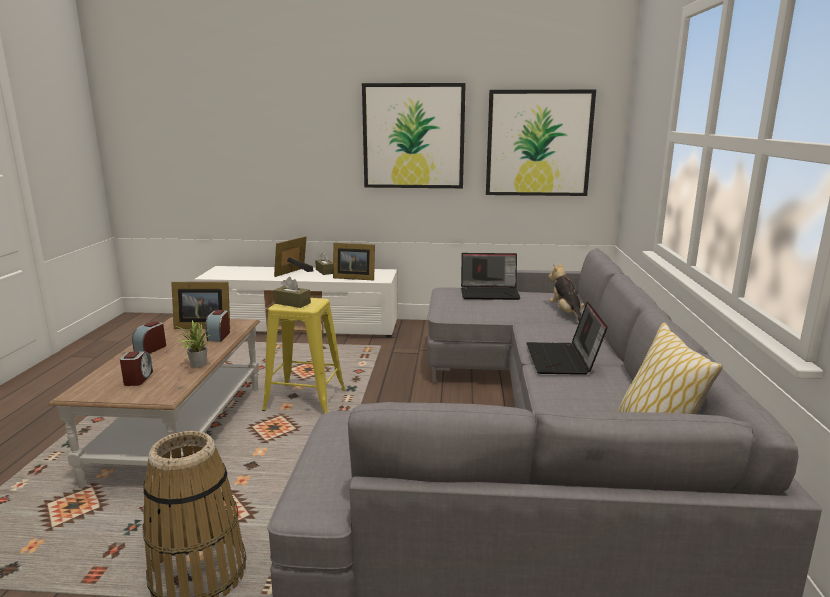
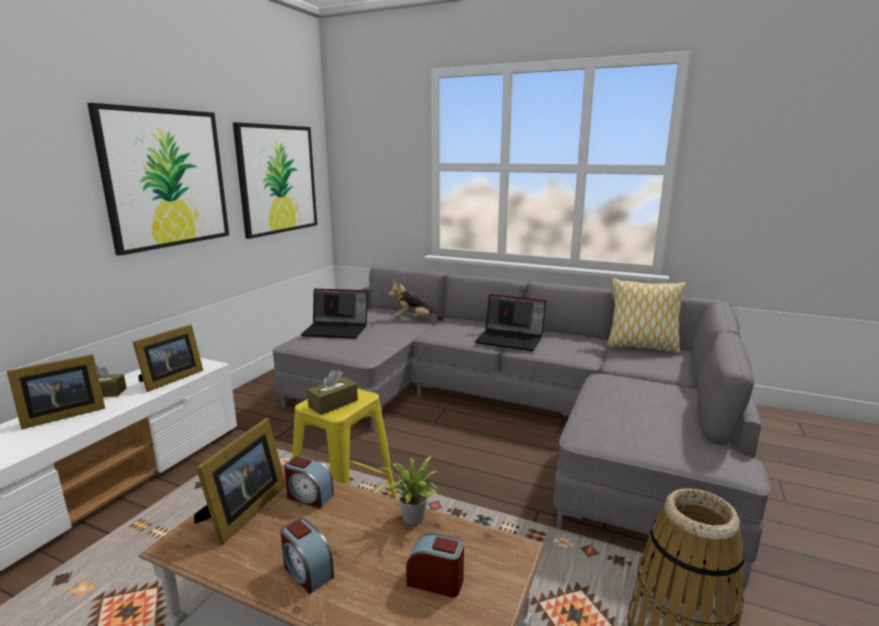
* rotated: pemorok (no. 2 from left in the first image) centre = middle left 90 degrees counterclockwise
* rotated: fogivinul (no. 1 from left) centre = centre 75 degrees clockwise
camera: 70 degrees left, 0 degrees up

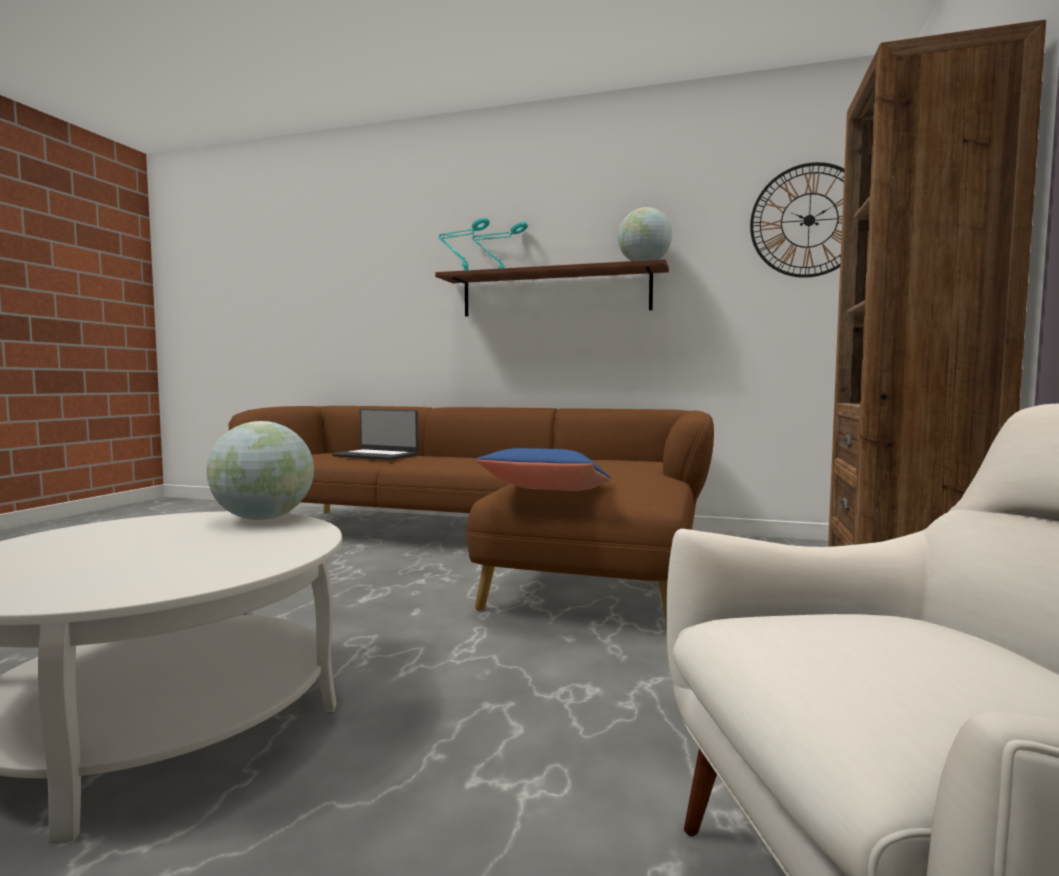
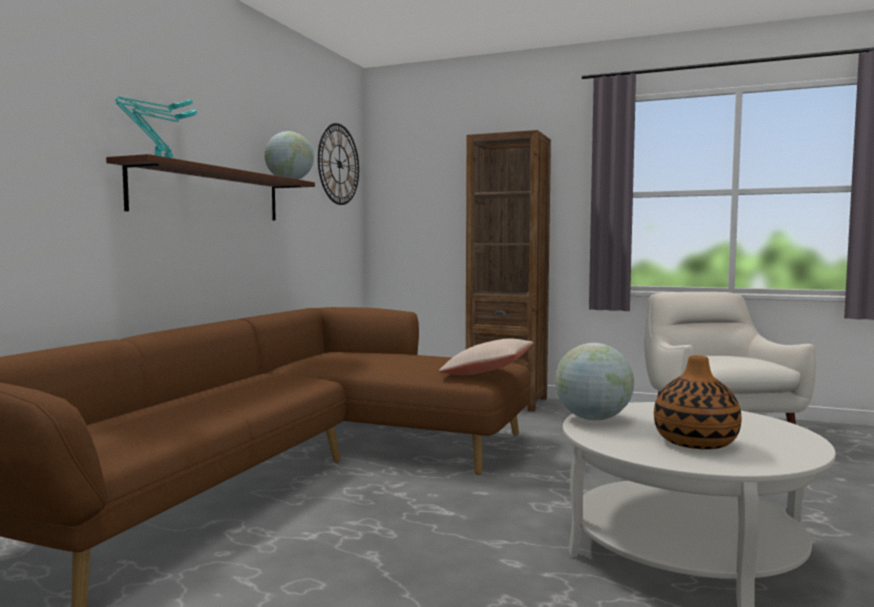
* gone: fogivinul centre
* repainted: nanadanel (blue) centre to nanadanel (beige) centre
* new: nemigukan middle right
camera: 85 degrees left, 0 degrees up

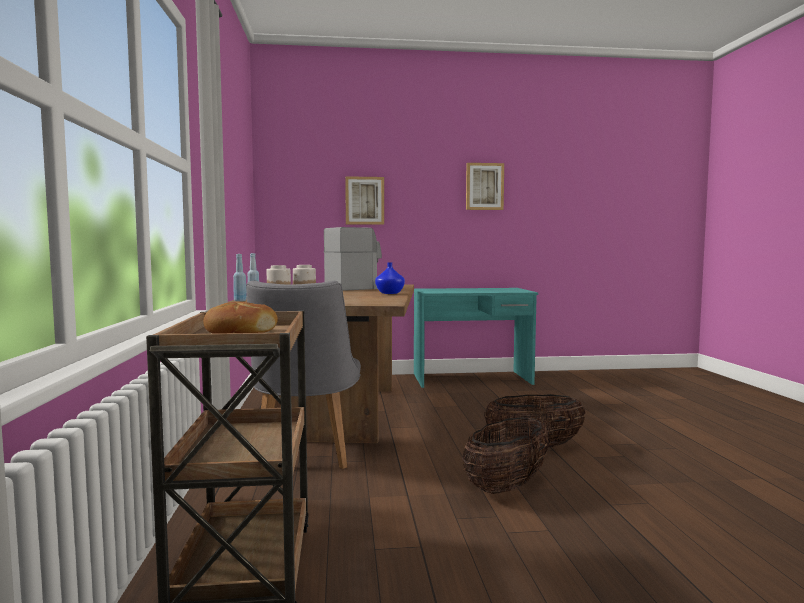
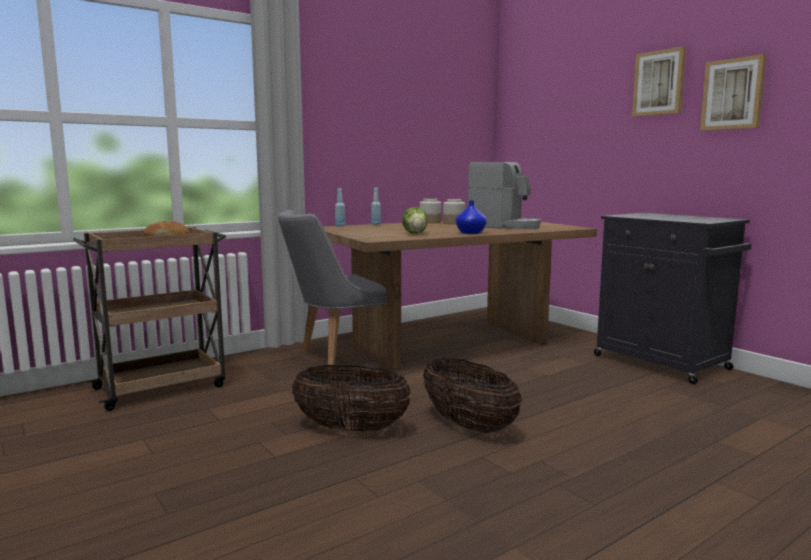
* shifted: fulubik (no. 1 from left) top centre to top right
* swapped: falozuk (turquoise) centre to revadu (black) middle right
* new: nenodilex centre
camera: 60 degrees right, 5 degrees up

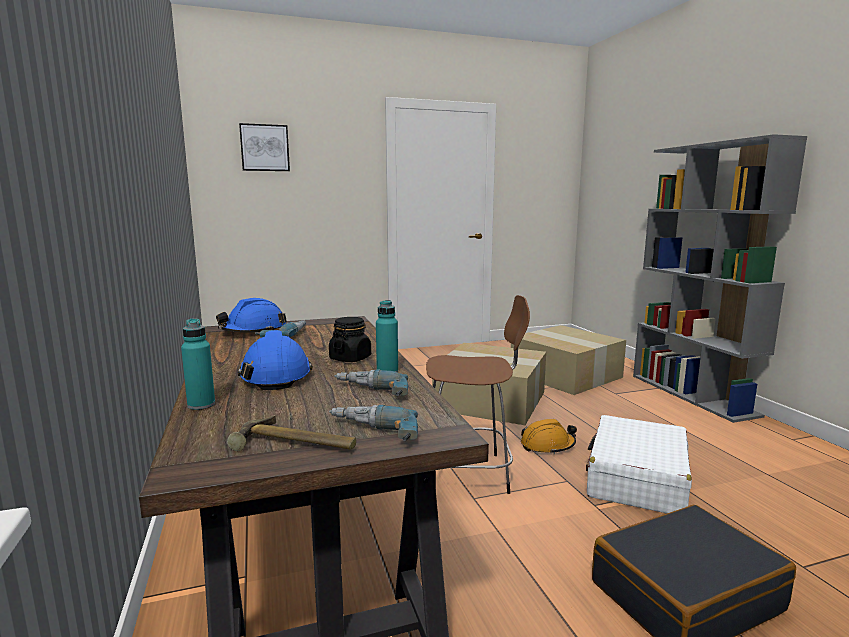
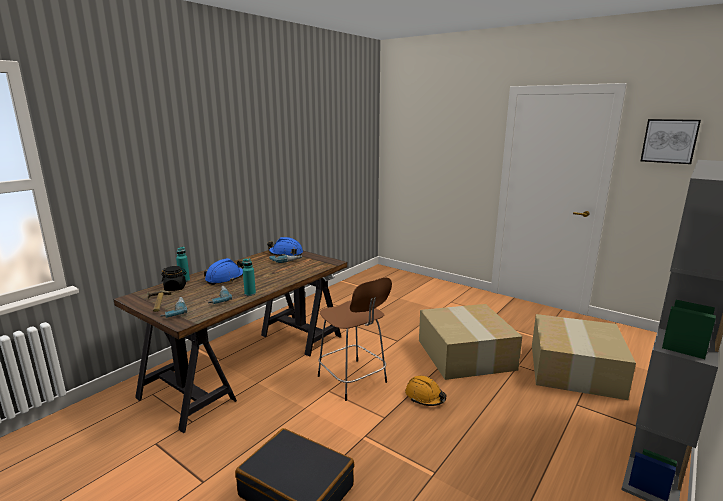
* shifted: fulubik top left to top right
* shifted: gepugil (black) centre to middle left
* gone: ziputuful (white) bottom right
camera: 55 degrees right, 5 degrees up

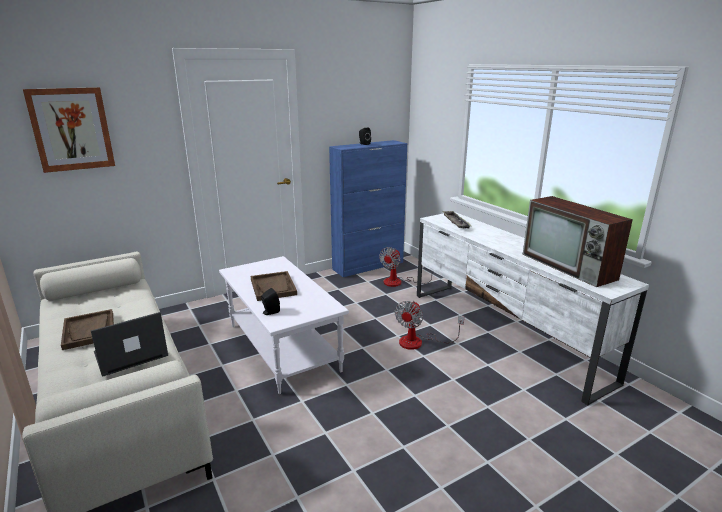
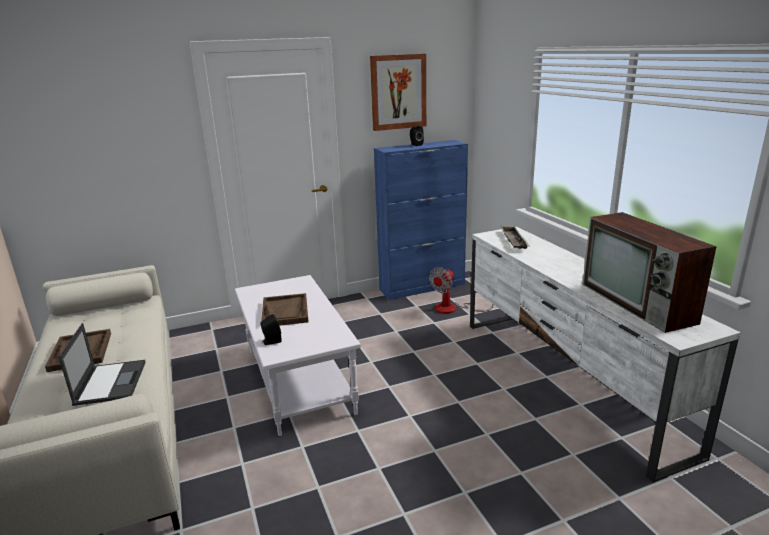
* shifted: fulubik top left to top centre
* rotated: fogivinul bottom left = bottom left 105 degrees clockwise
* gone: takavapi (no. 2 from left) centre
camera: 10 degrees right, 0 degrees up

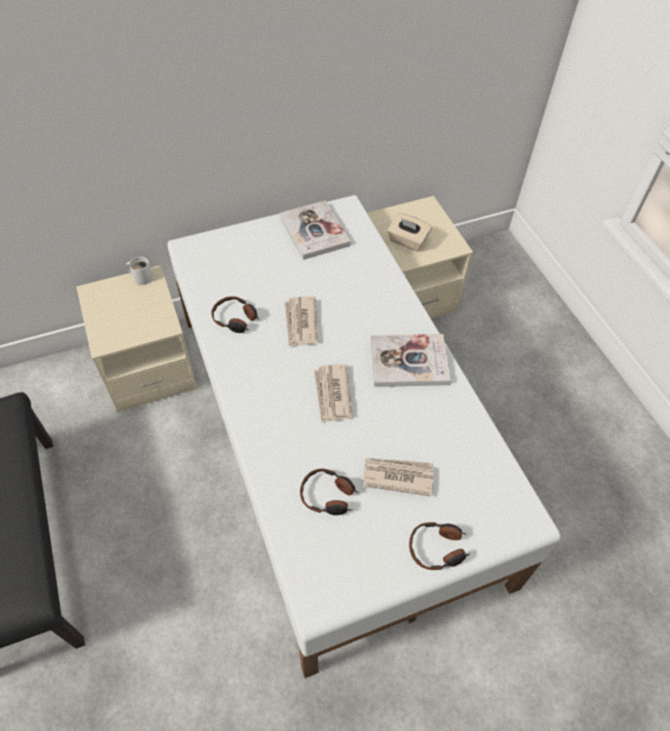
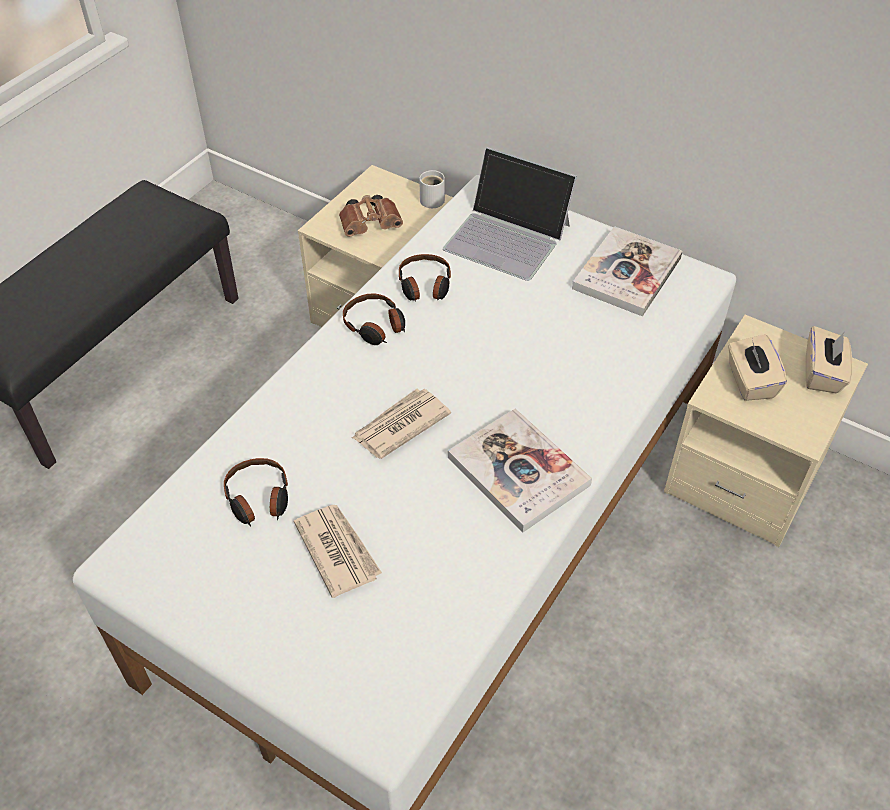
* gone: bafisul (no. 1 from left) centre
* shifted: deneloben (no. 3 from left in the first image) bottom centre to deneloben (no. 2 from left) centre
* new: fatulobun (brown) top centre
* new: fogivinul top centre
* new: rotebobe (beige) (no. 2 from left) middle right
camera: 55 degrees right, 5 degrees down

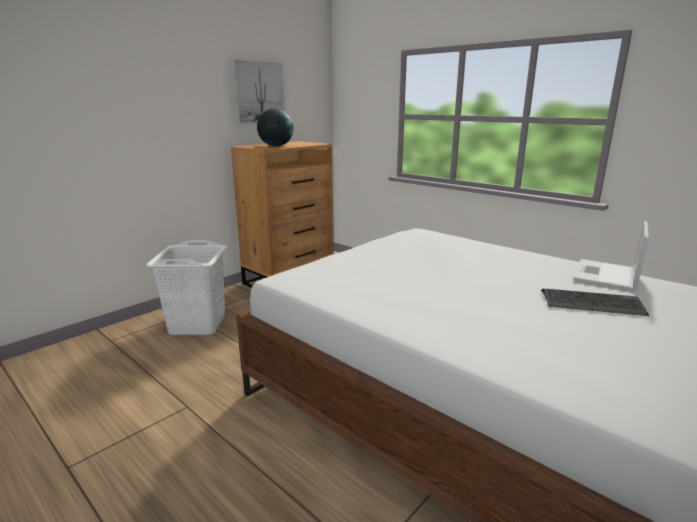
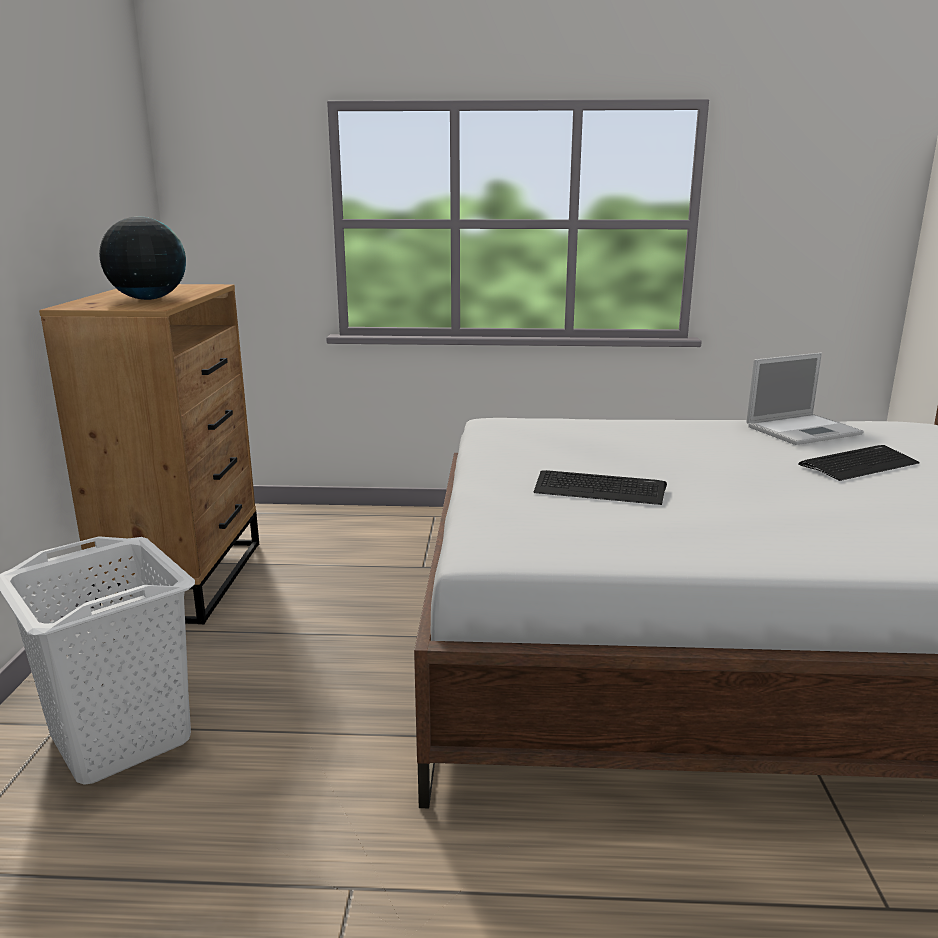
* gone: fulubik top centre
* rotated: fogivinul middle right = middle right 105 degrees counterclockwise
* new: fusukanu (no. 1 from left) centre
camera: 40 degrees left, 0 degrees up

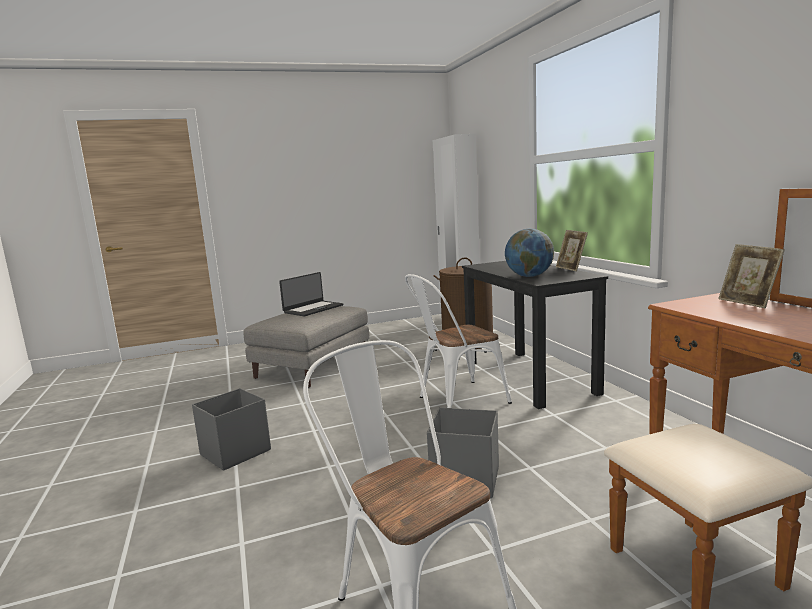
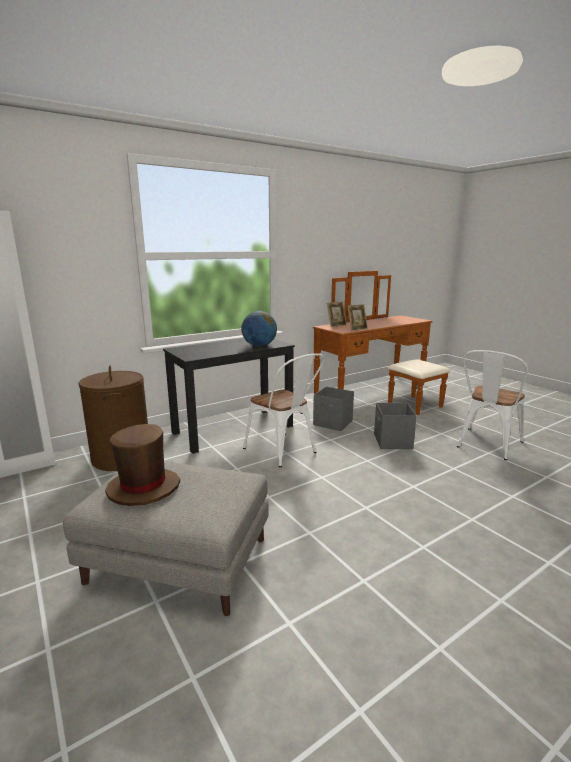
* shifted: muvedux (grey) (no. 1 from left) bottom left to centre
* swapped: fogivinul centre to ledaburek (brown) middle left
* shifted: pemorok (no. 1 from left in the first image) middle right to pemorok (no. 2 from left) centre
camera: 105 degrees left, 5 degrees up

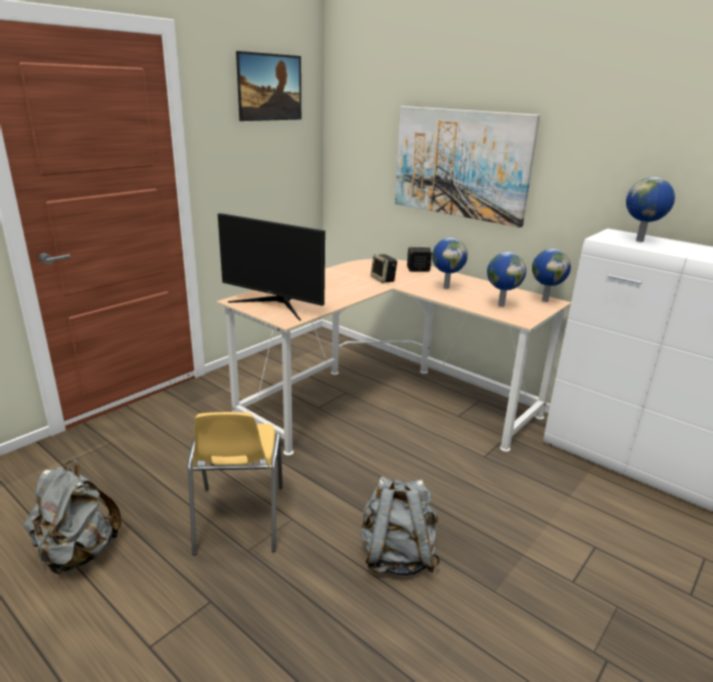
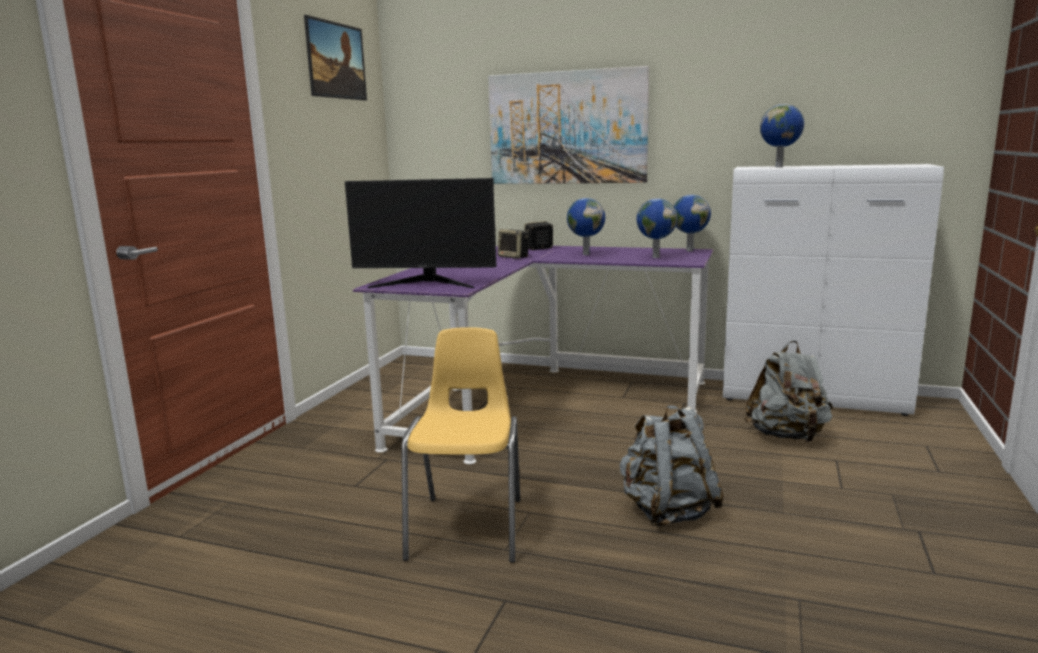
* shifted: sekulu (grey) (no. 1 from left in the first image) bottom left to sekulu (grey) (no. 2 from left) middle right
* rotated: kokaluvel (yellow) bottom left = bottom centre 150 degrees counterclockwise
* repainted: falozuk (beige) centre to falozuk (purple) centre
camera: 20 degrees left, 10 degrees down

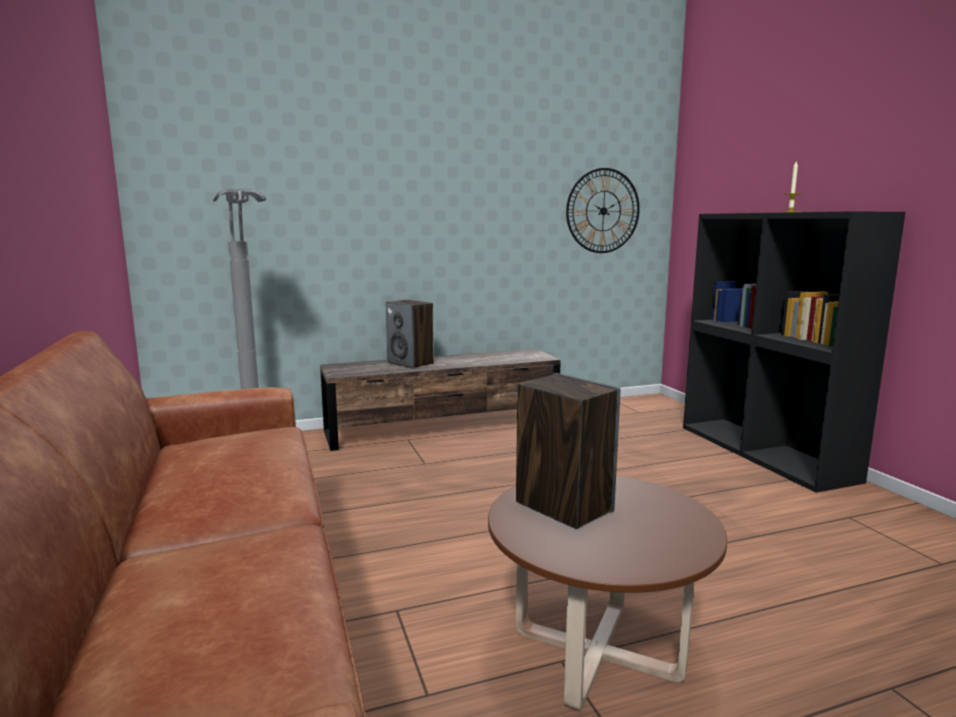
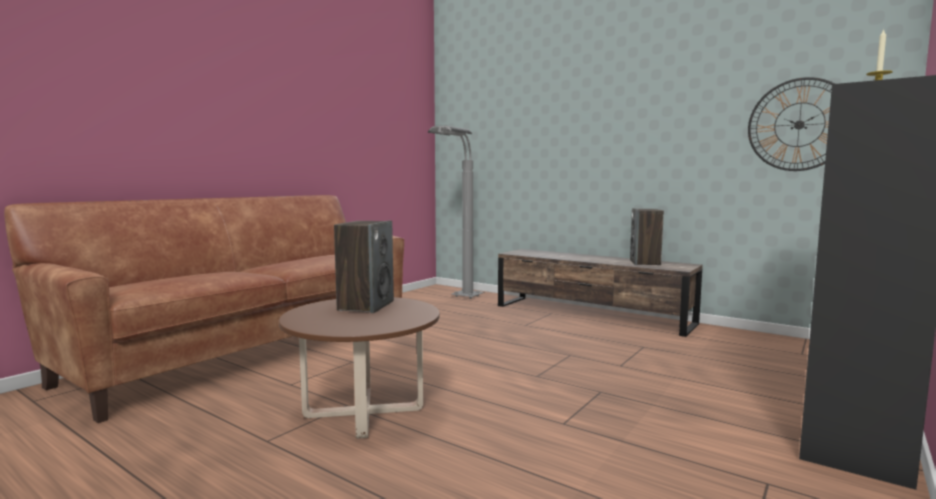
* shifted: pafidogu (no. 1 from left in the first image) centre to pafidogu (no. 2 from left) middle right
camera: 55 degrees right, 5 degrees down

